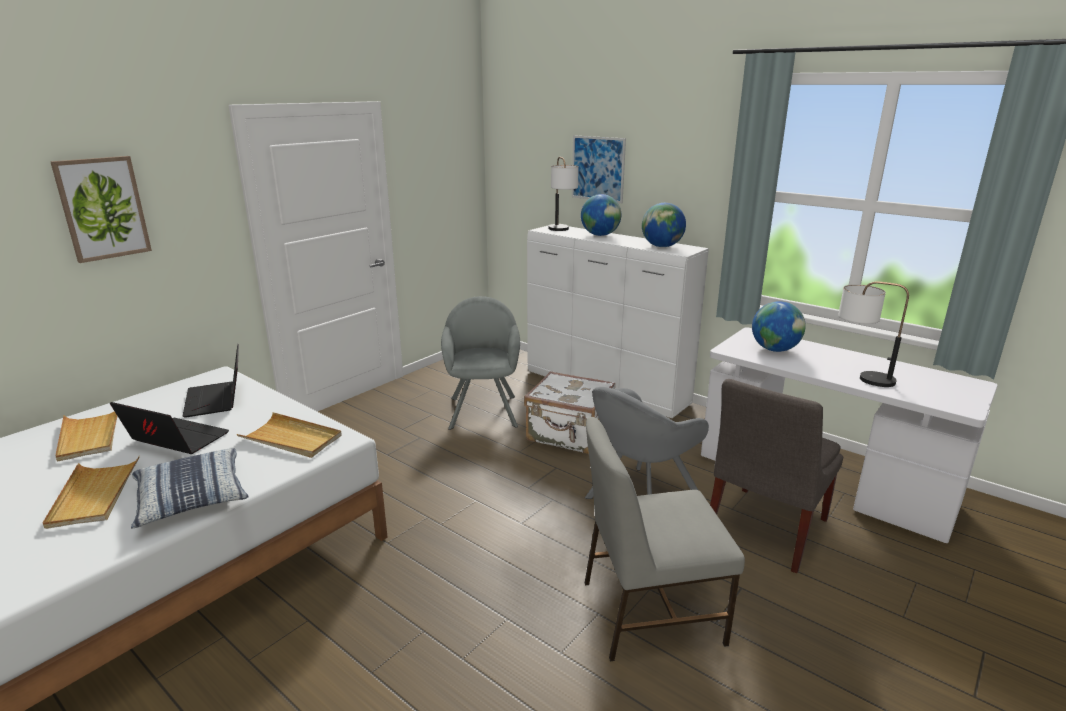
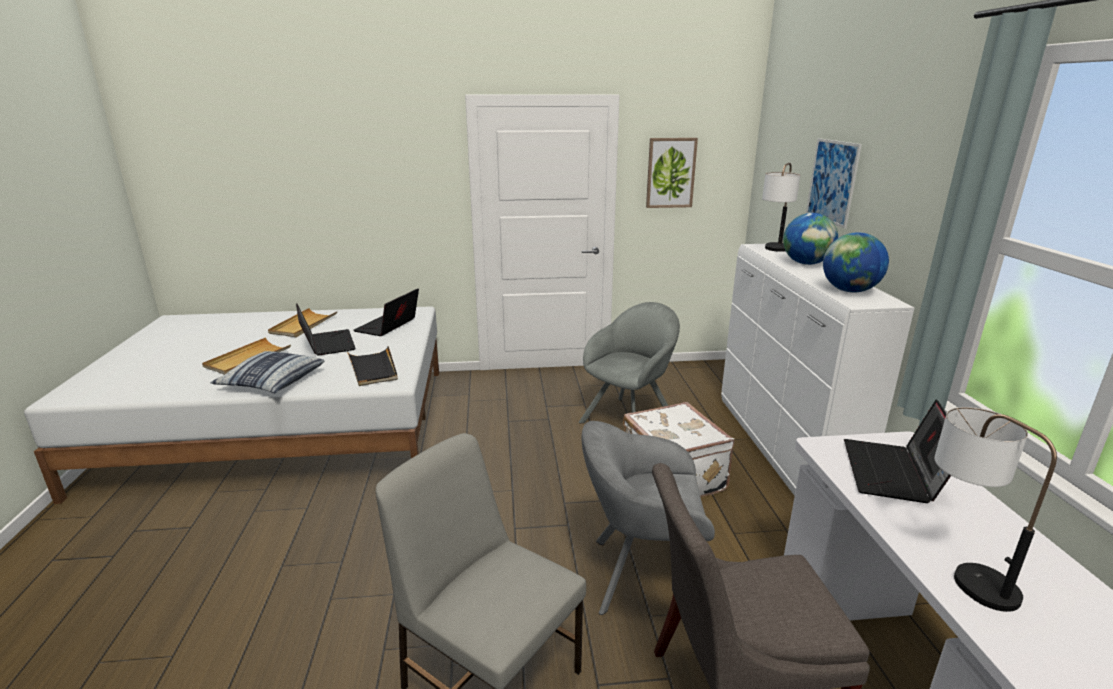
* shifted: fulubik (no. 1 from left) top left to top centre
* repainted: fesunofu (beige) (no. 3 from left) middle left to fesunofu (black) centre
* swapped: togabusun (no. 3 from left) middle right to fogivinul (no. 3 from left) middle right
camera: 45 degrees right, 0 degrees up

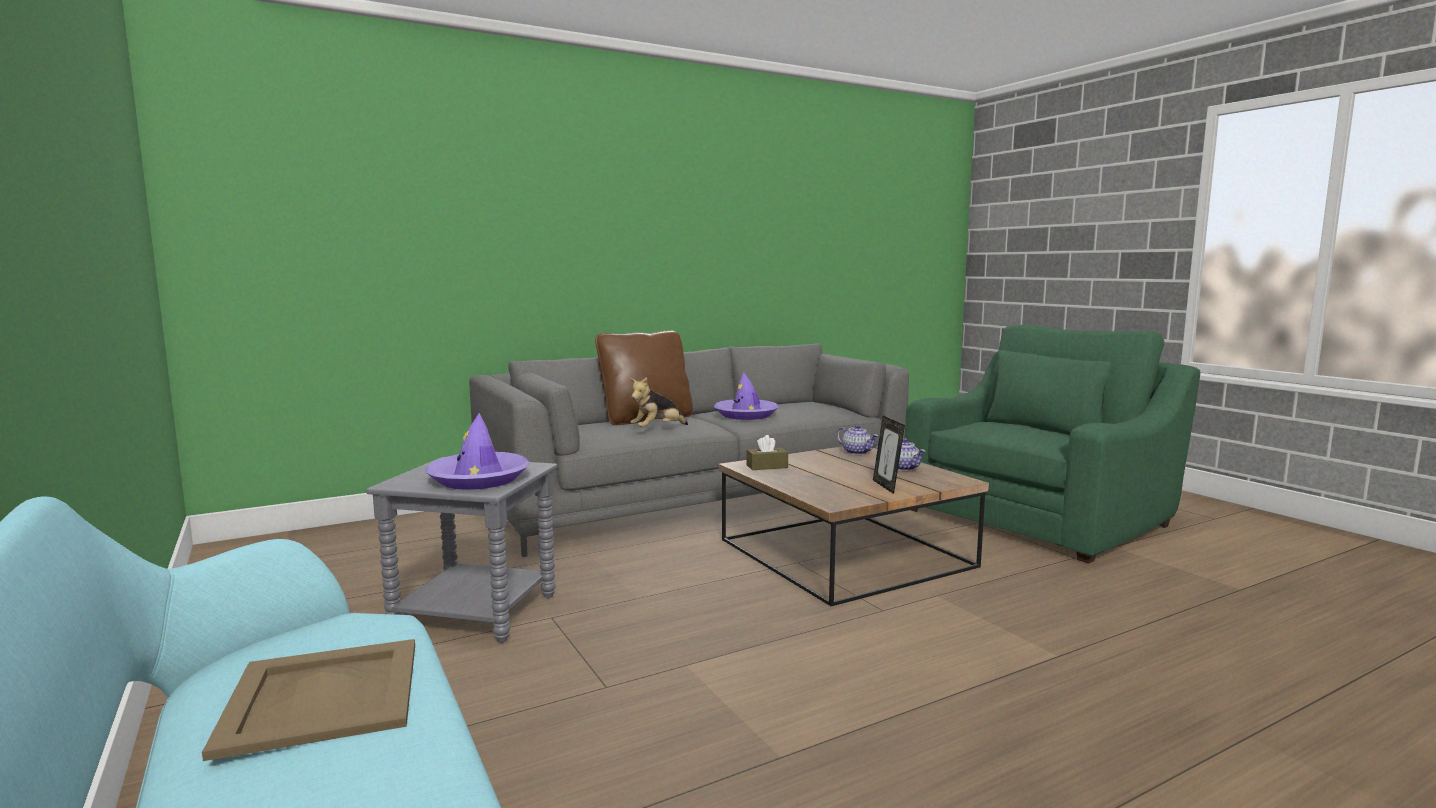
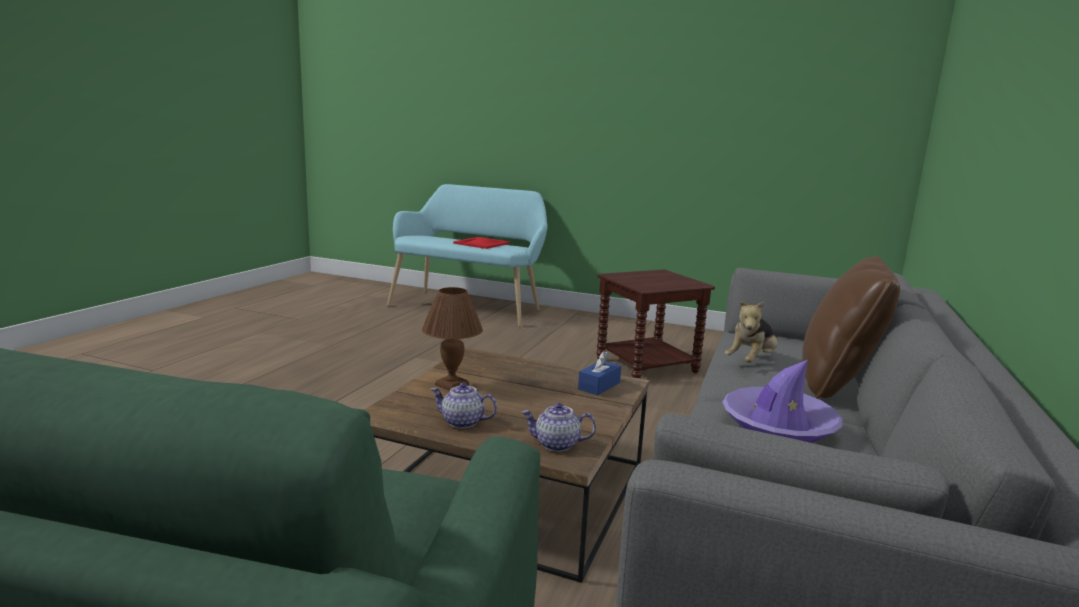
* repainted: fesunofu (beige) bottom left to fesunofu (red) centre
* repainted: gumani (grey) bottom left to gumani (brown) centre
* gone: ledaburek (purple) (no. 1 from left) middle left
* rotated: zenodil centre = middle right 150 degrees counterclockwise
* repainted: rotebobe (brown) centre to rotebobe (blue) centre
* swapped: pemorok centre to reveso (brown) centre
camera: 140 degrees right, 5 degrees up

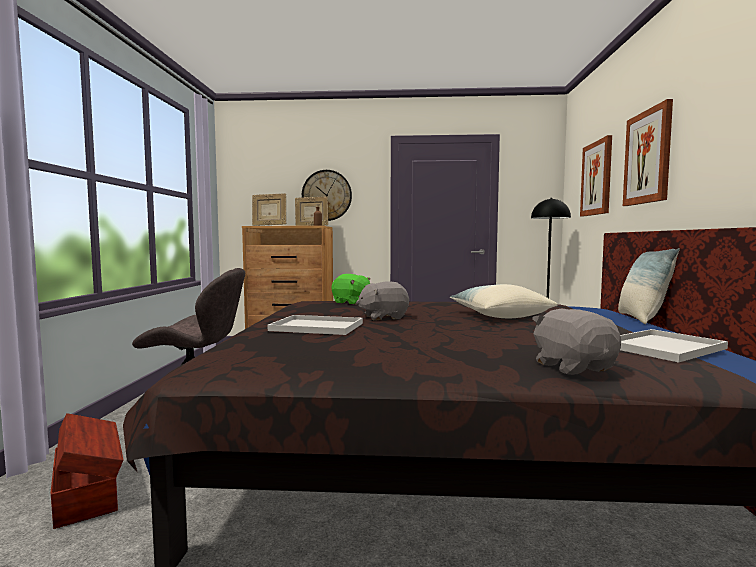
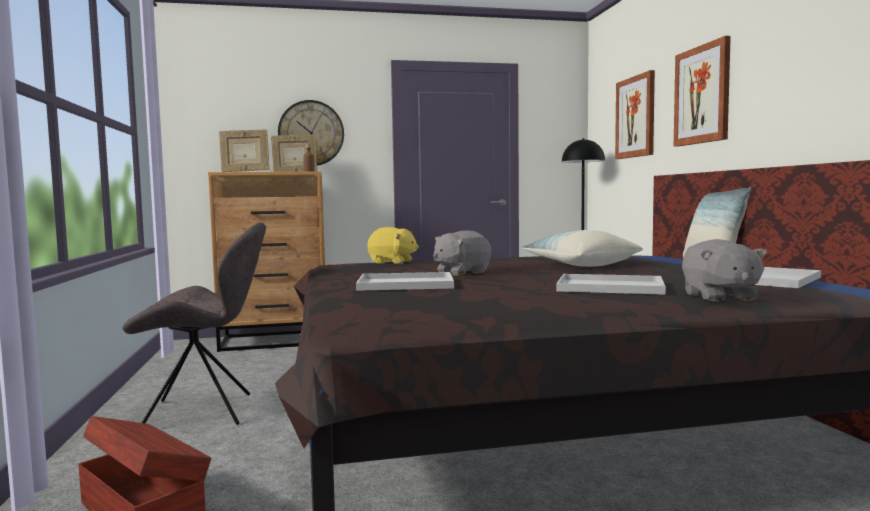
* repainted: zenodil (green) centre to zenodil (yellow) centre
* rotated: zenodil (grey) (no. 2 from left) middle right = middle right 150 degrees counterclockwise
* new: fesunofu (white) (no. 2 from left) middle right
camera: 15 degrees left, 0 degrees up

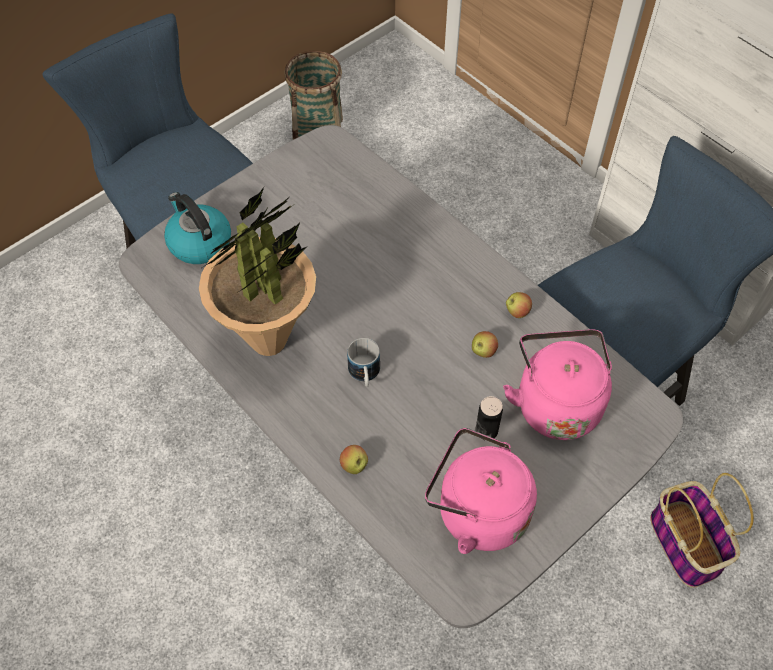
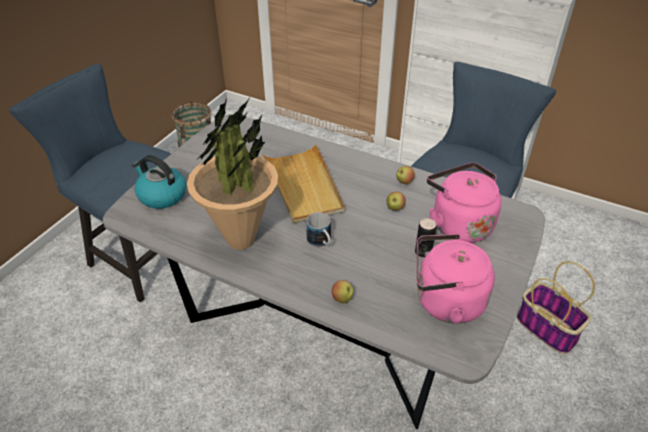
* new: fesunofu (beige) centre
camera: 20 degrees left, 15 degrees down

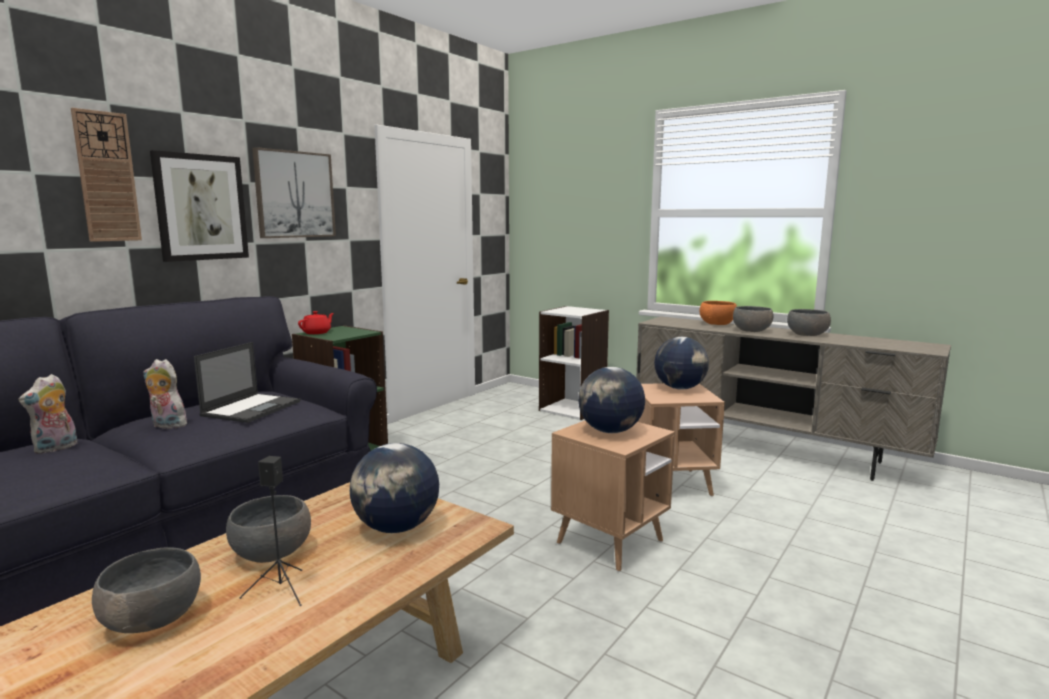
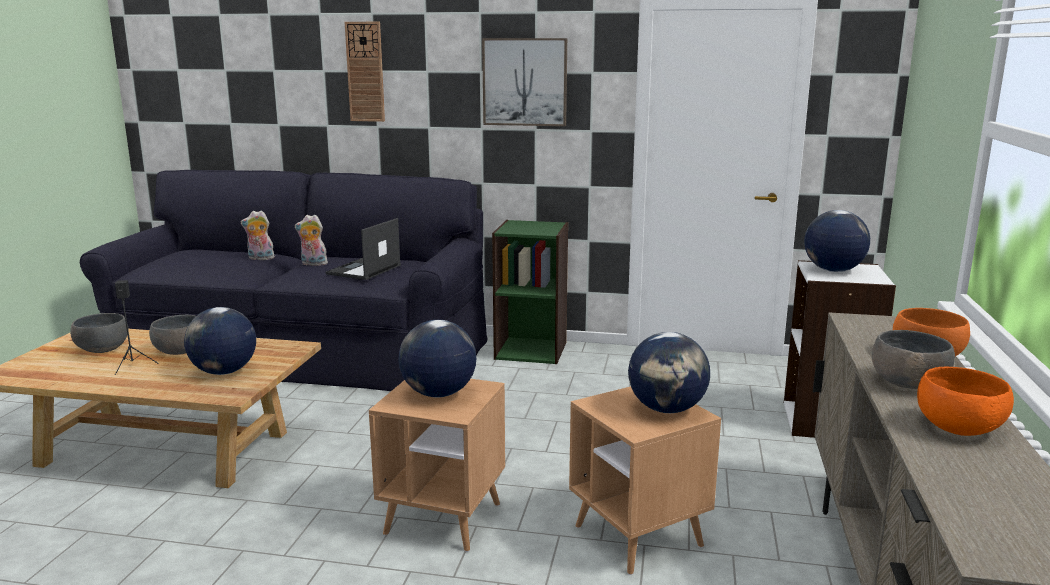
* rotated: zenodil (no. 2 from left) middle left = middle left 75 degrees counterclockwise
* gone: fulubik (no. 1 from left) top left
* rotated: fogivinul middle left = centre 120 degrees clockwise
* gone: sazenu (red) middle left
* repainted: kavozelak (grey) (no. 4 from left) middle right to kavozelak (orange) (no. 2 from left) bottom right
* new: togabusun (no. 4 from left) middle right
camera: 65 degrees right, 5 degrees up

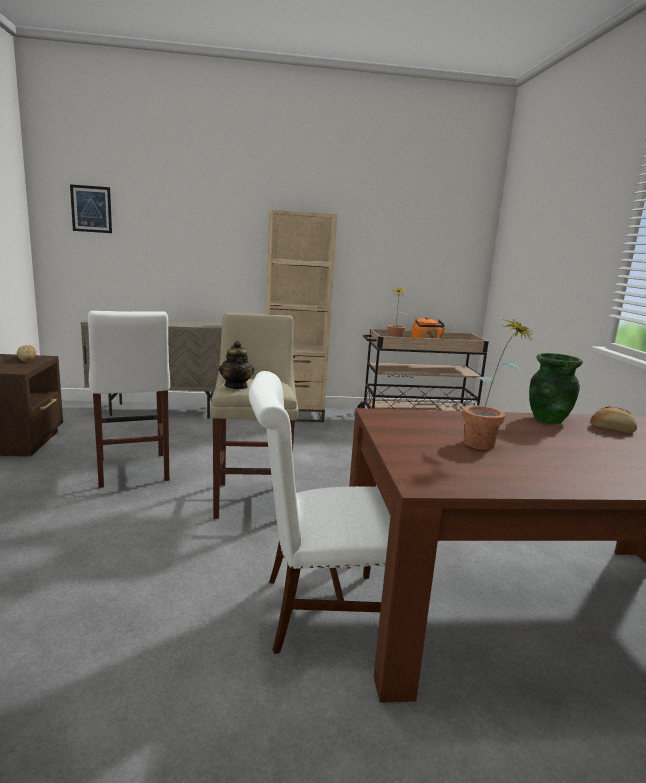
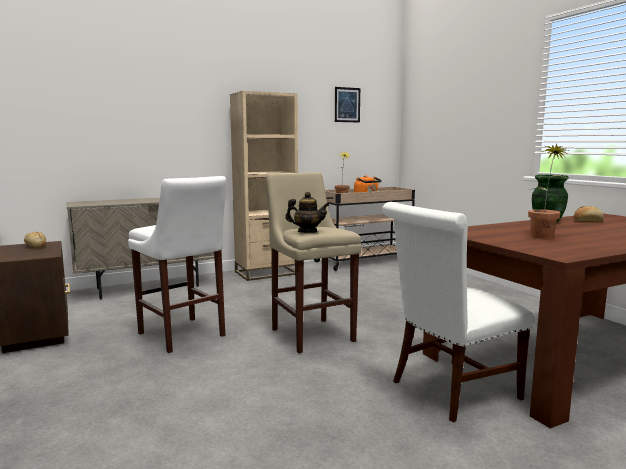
* shifted: fulubik top left to top centre
* rotated: sazenu centre = centre 45 degrees counterclockwise
camera: 20 degrees left, 5 degrees down

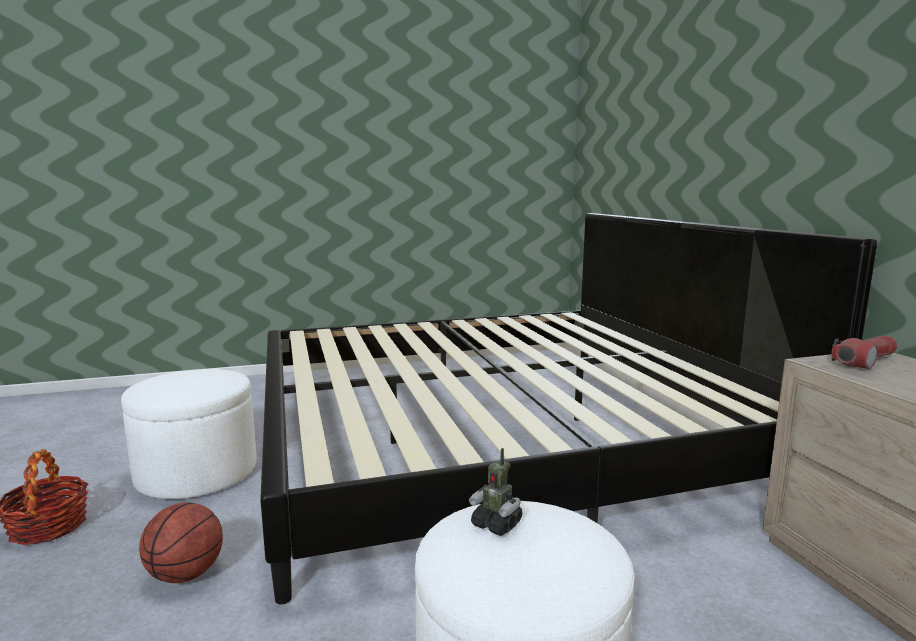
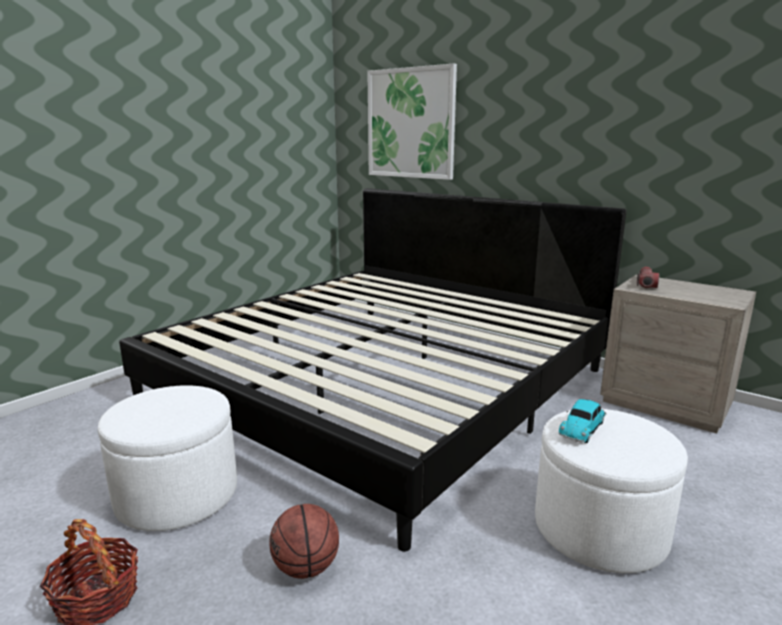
* swapped: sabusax bottom centre to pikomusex bottom right
* new: fulubik top centre
camera: 35 degrees left, 5 degrees up

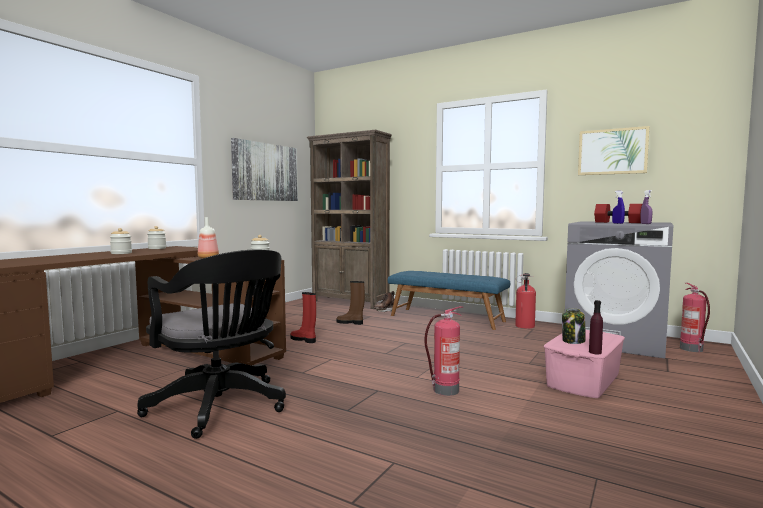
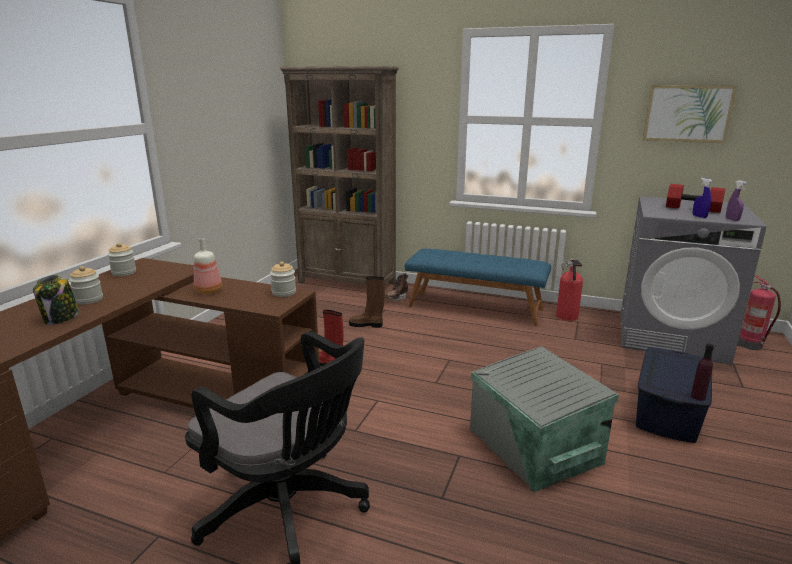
* gone: fulubik (no. 1 from left) top centre
* swapped: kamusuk (no. 1 from left) bottom centre to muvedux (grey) bottom right
* repainted: muvedux (pink) bottom right to muvedux (blue) bottom right
* shifted: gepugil (no. 4 from left in the first image) middle right to gepugil (no. 1 from left) middle left
camera: 10 degrees left, 15 degrees up

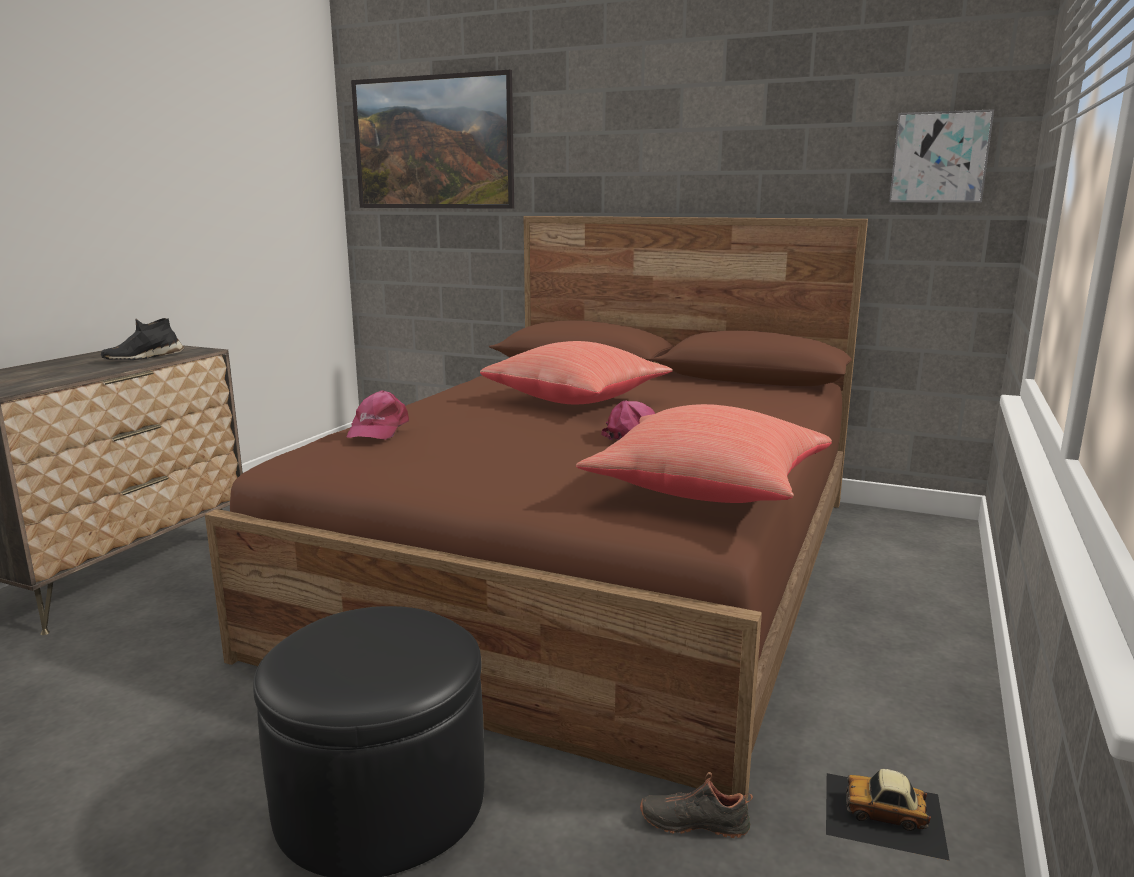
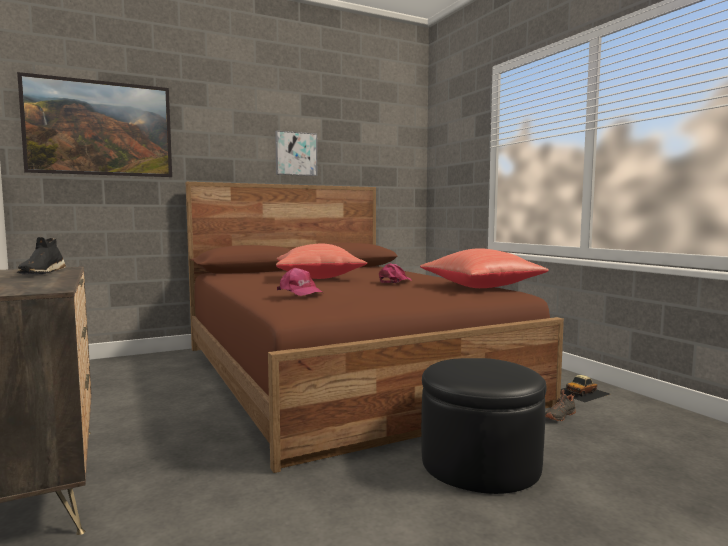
* shifted: fulubik (no. 2 from left) top right to top centre
camera: 50 degrees left, 10 degrees down

